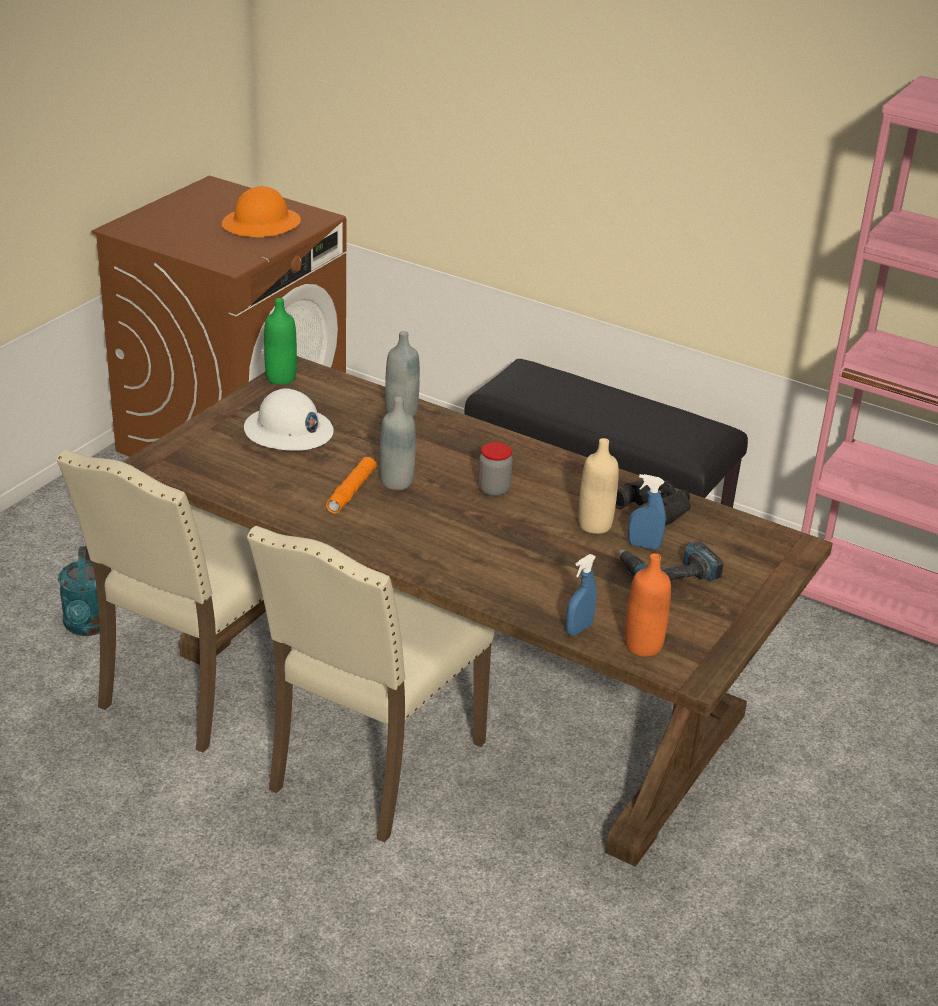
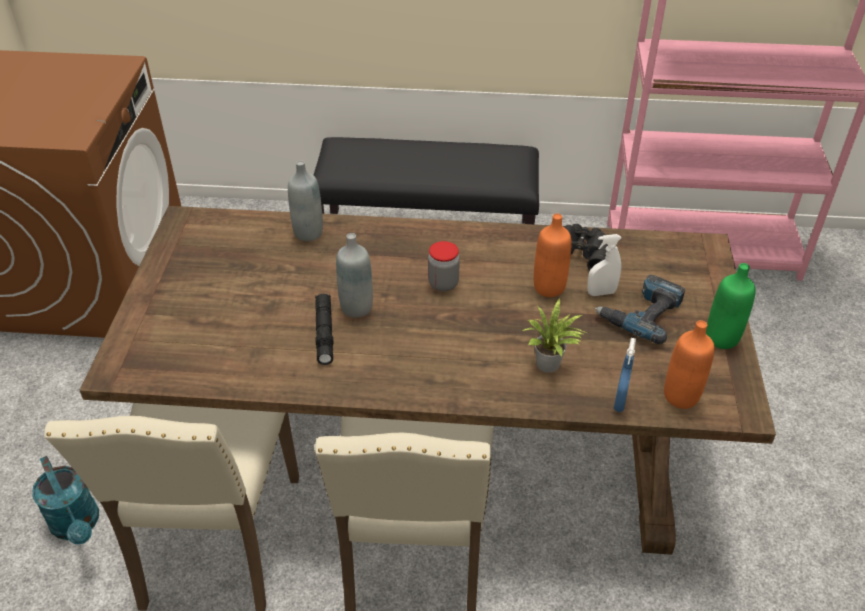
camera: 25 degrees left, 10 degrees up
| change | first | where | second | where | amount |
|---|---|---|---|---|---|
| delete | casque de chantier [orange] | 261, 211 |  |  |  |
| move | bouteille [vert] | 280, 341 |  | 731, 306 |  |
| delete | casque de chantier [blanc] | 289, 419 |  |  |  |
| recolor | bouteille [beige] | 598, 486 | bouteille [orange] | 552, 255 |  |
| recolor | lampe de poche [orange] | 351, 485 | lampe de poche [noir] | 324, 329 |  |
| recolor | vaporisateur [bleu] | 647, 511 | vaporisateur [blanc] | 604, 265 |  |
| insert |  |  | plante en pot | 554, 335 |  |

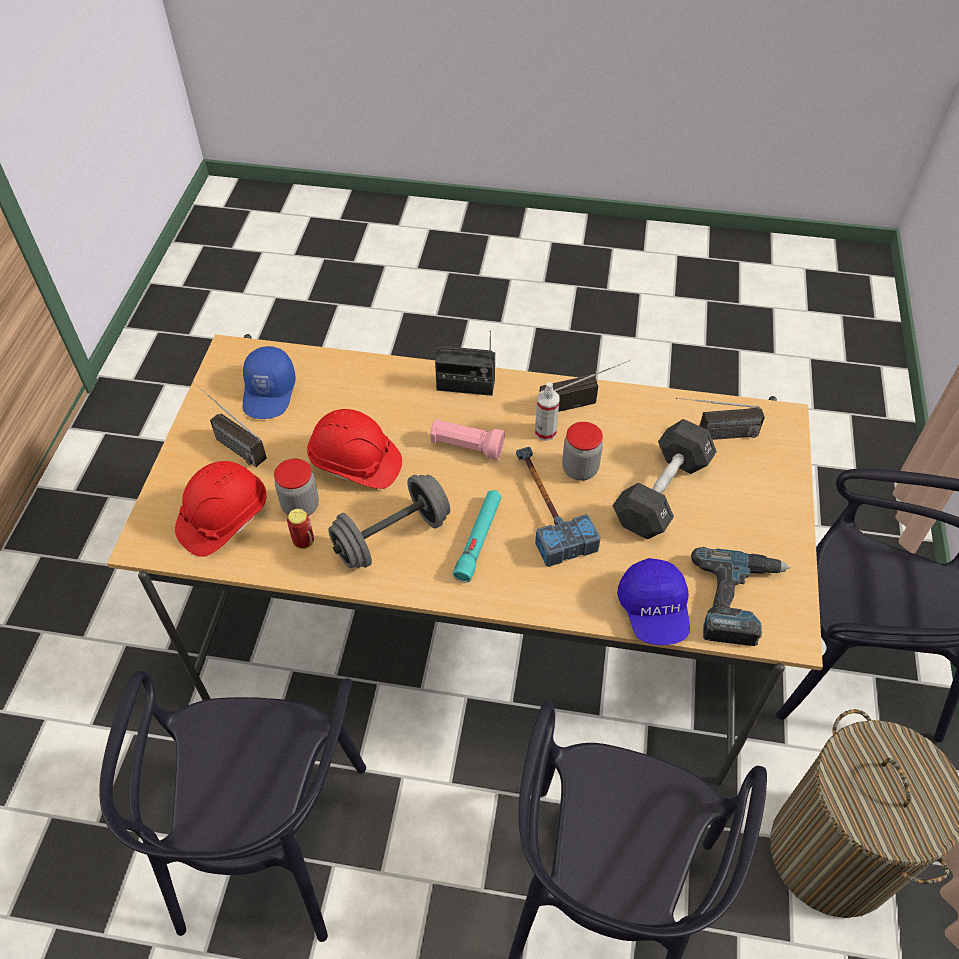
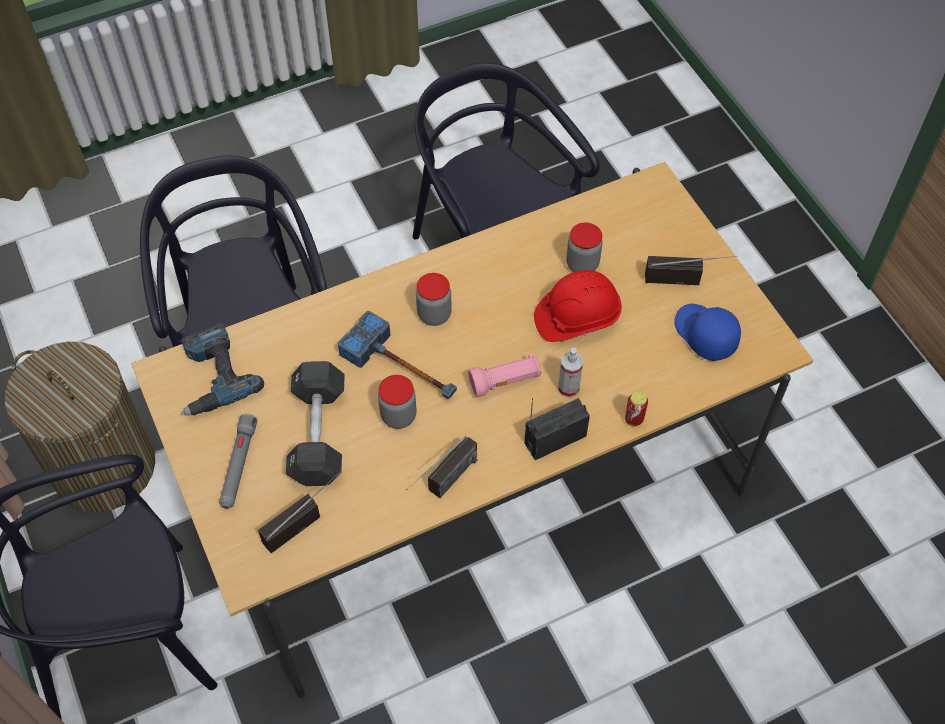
camera: 145 degrees right, 5 degrees up
| change | first | where | second | where | amount |
|---|---|---|---|---|---|
| move | vaporisateur | 547, 411 |  | 570, 372 |  |
| delete | casque de chantier [rouge] | 221, 509 |  |  |  |
| delete | haltère [gris] | 389, 521 |  |  |  |
| replace | lampe de poche [turquoise] | 477, 536 | bocal | 434, 299 |  |
| move | boîte métallique | 300, 529 |  | 636, 409 |  |
| delete | casquette [bleu] | 653, 601 |  |  |  |
| insert |  |  | lampe de poche [gris] | 238, 461 |  |

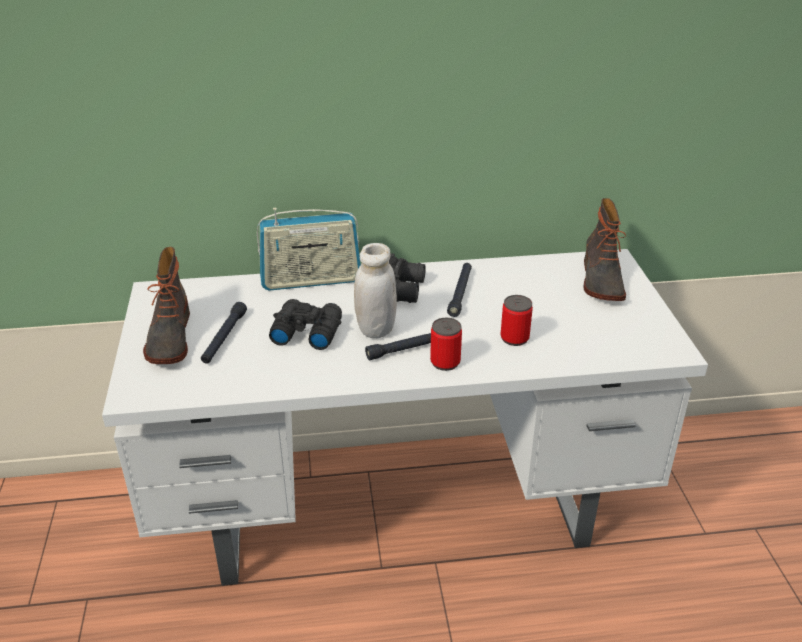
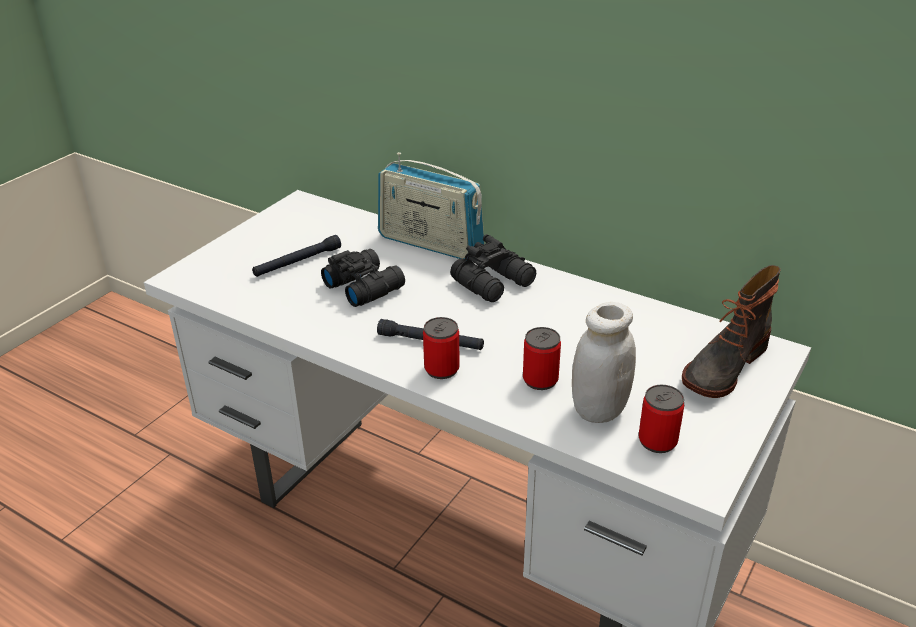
camera: 40 degrees right, 0 degrees up
| change | first | where | second | where | amount |
|---|---|---|---|---|---|
| move | bocal [blanc] | 375, 290 |  | 604, 362 |  |
| delete | botte | 166, 305 |  |  |  |
| delete | lampe de poche [noir] | 459, 290 |  |  |  |
| insert |  |  | boîte métallique | 661, 419 |  |

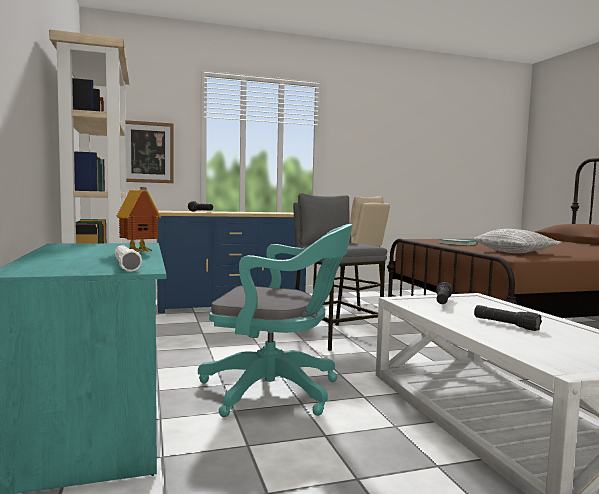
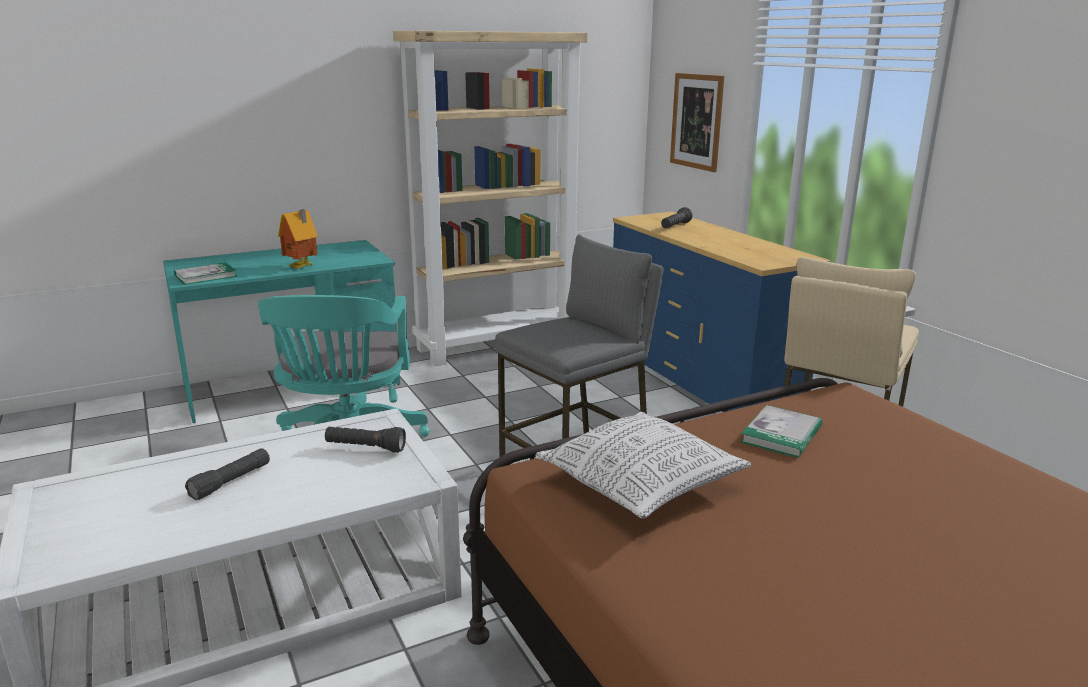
camera: 80 degrees right, 15 degrees up
| change | first | where | second | where | amount |
|---|---|---|---|---|---|
| replace | lampe de poche [blanc] | 128, 258 | livre | 205, 273 |  |

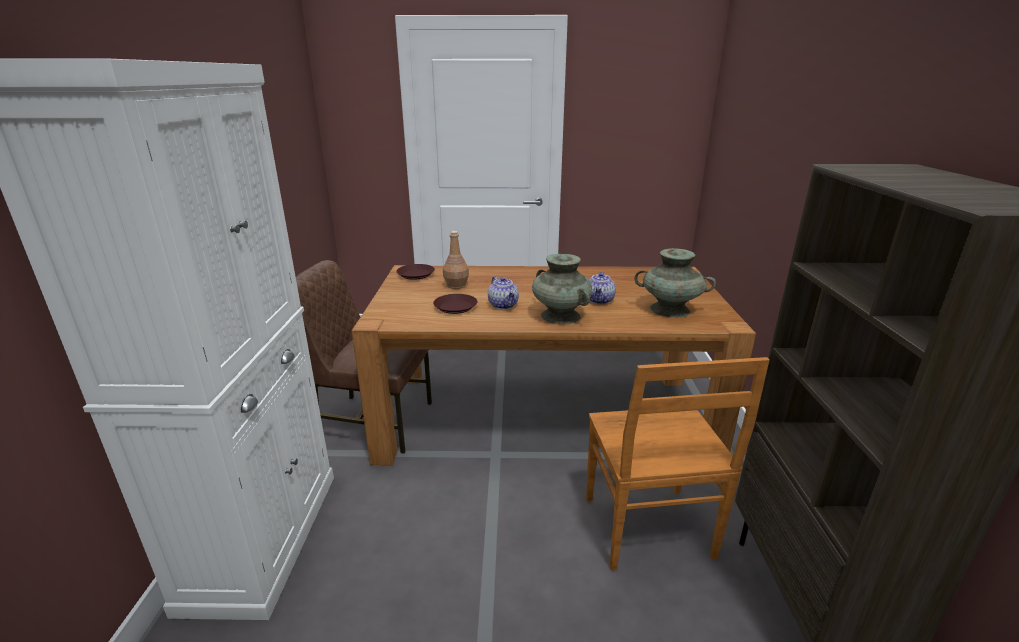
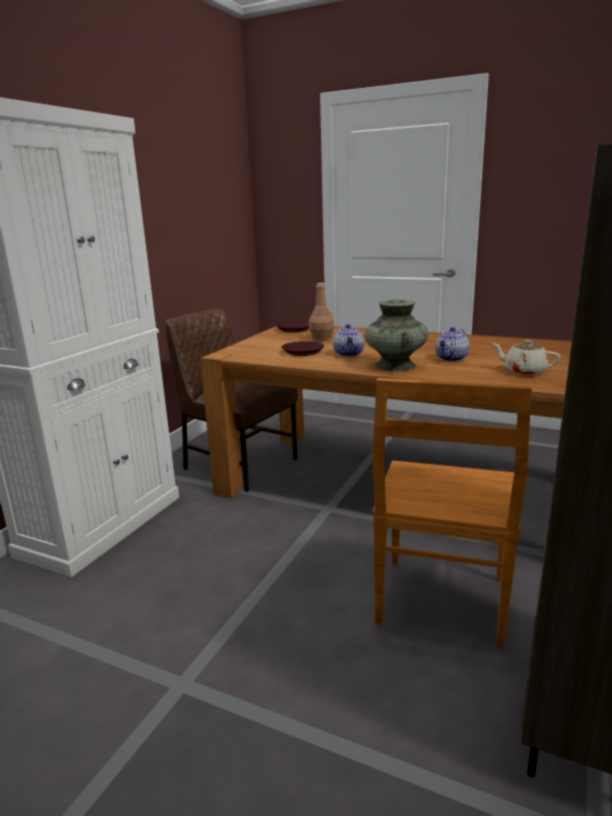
camera: 25 degrees right, 5 degrees down
| change | first | where | second | where | amount |
|---|---|---|---|---|---|
| replace | vase [turquoise] | 675, 283 | théière [beige] | 527, 357 |  |

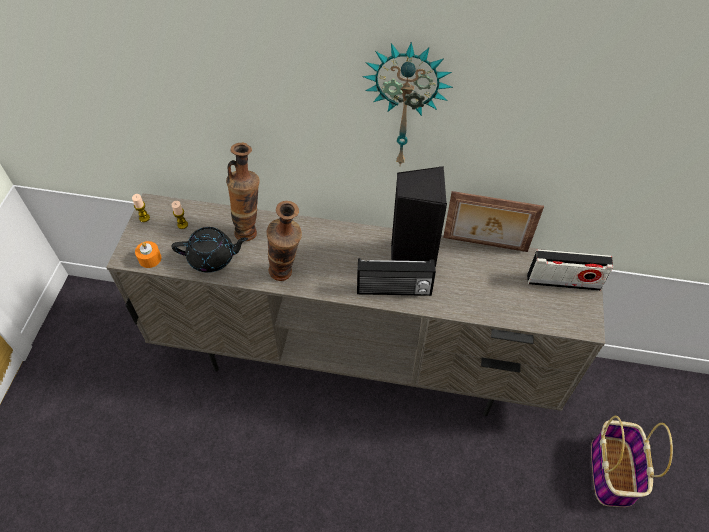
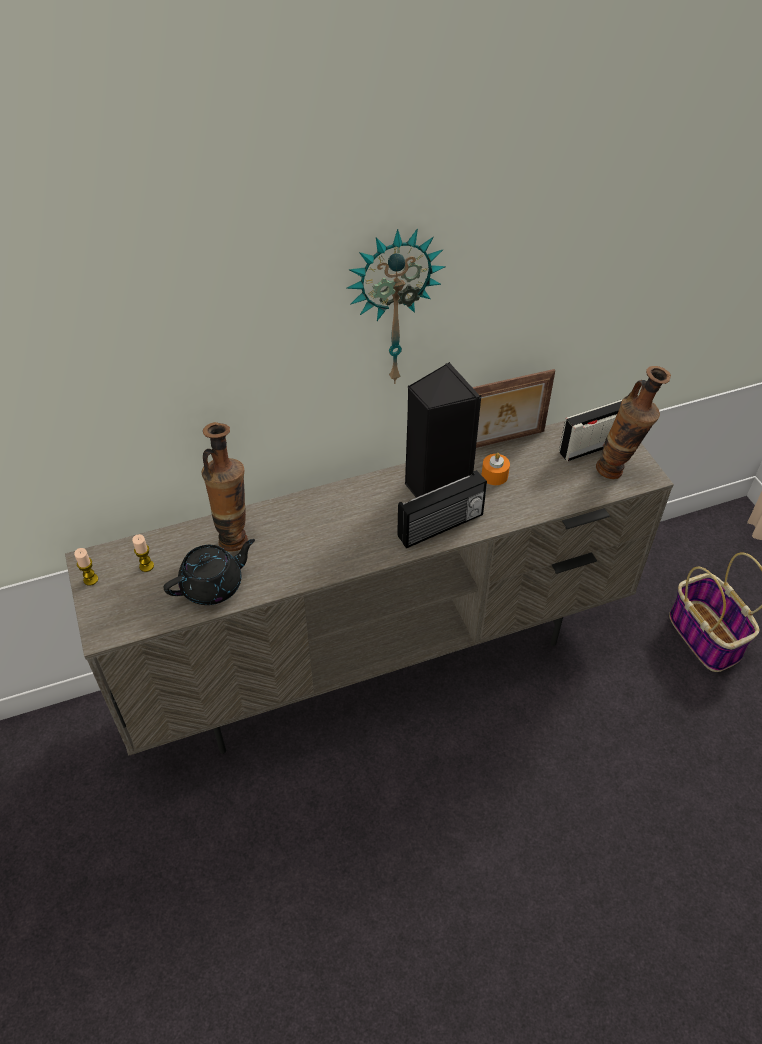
camera: 30 degrees left, 5 degrees down
| change | first | where | second | where | amount |
|---|---|---|---|---|---|
| move | vase | 284, 241 |  | 633, 422 |  |
| move | bougie [orange] | 148, 254 |  | 496, 469 |  |

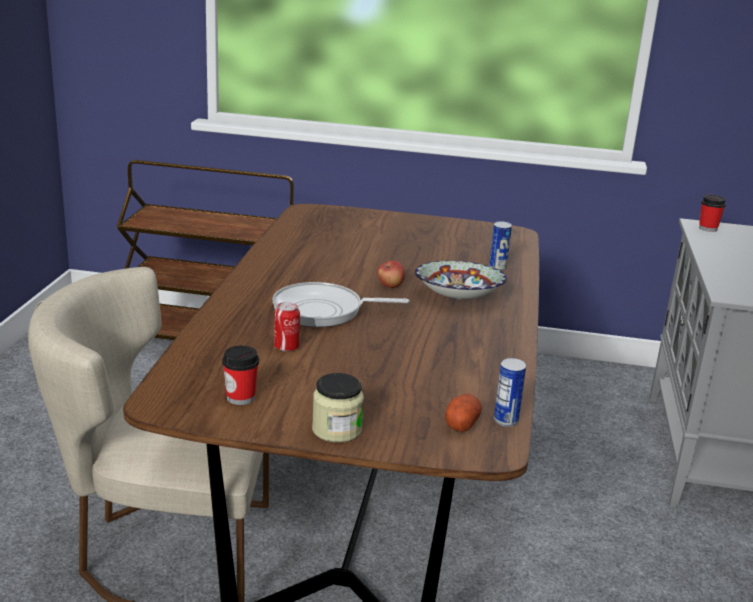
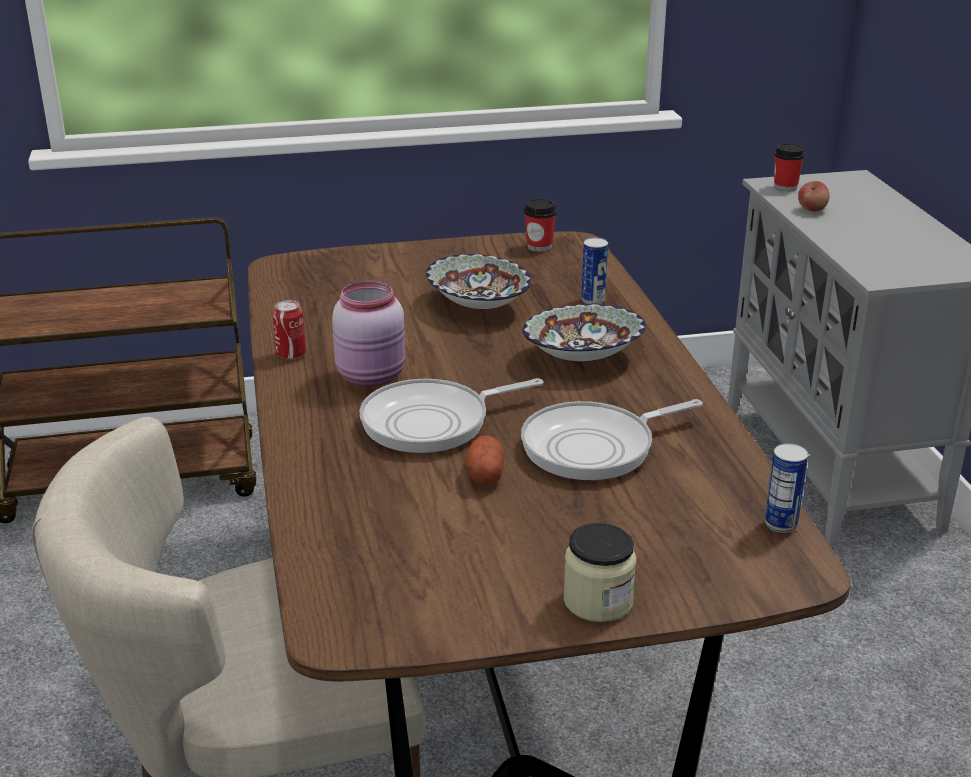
camera: 20 degrees left, 5 degrees up
| change | first | where | second | where | amount |
|---|---|---|---|---|---|
| move | pomme | 391, 274 |  | 814, 196 |  |
| move | boîte métallique | 287, 327 |  | 289, 330 |  |
| move | tasse | 240, 375 |  | 540, 225 |  |
| move | pomme de terre | 463, 413 |  | 485, 460 |  |
| insert |  |  | bol | 478, 281 |  |
| insert |  |  | bocal [rose] | 368, 334 |  |
| insert |  |  | poêle | 612, 440 |  |

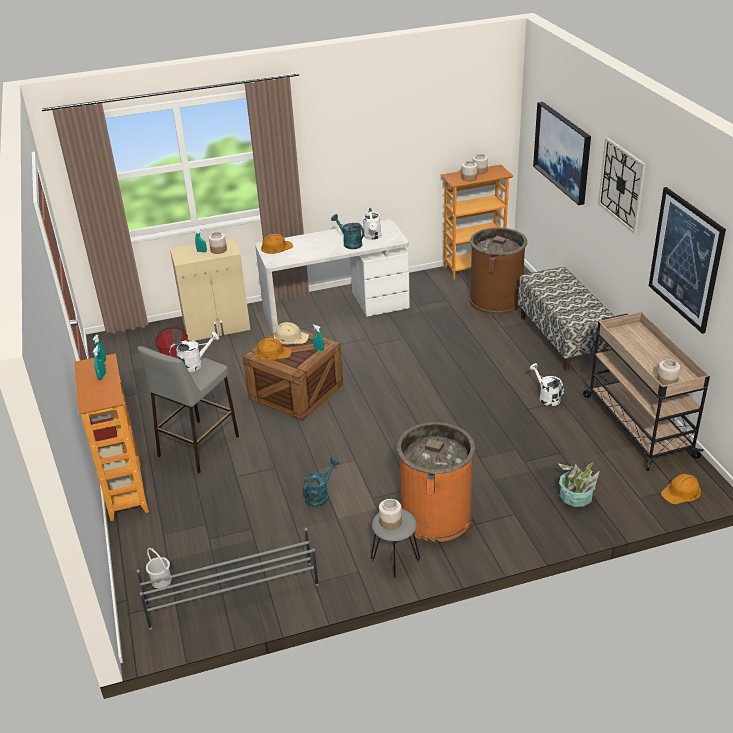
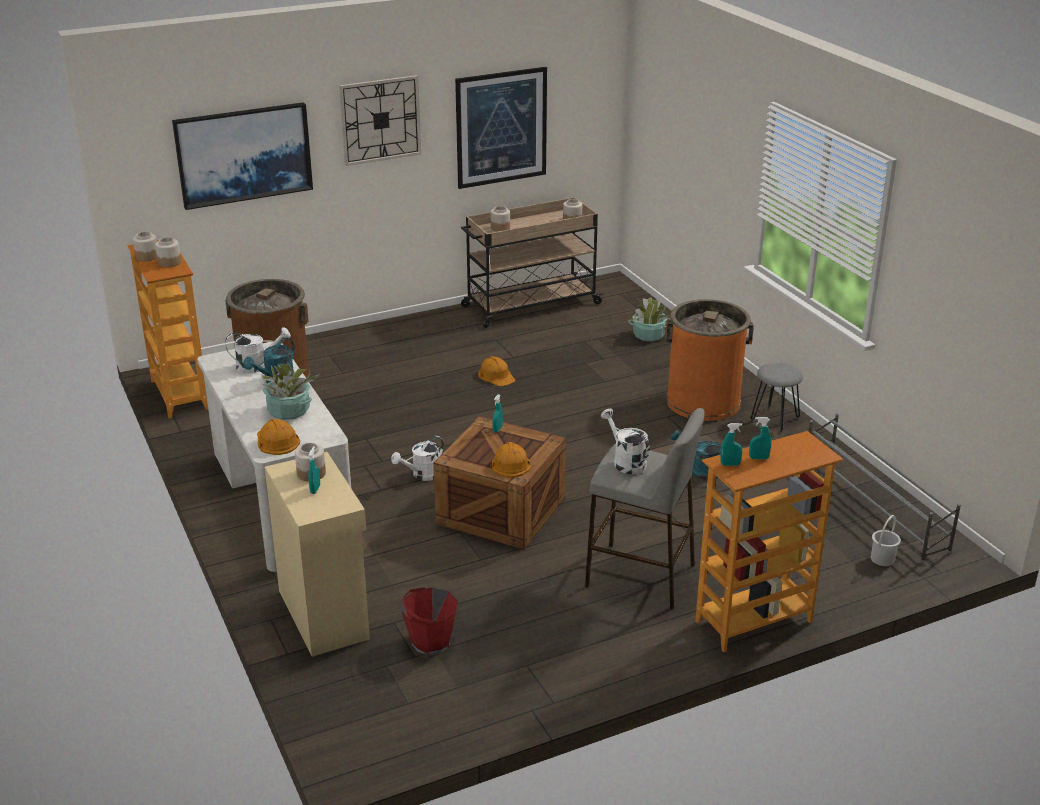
camera: 100 degrees left, 5 degrees down
| change | first | where | second | where | amount |
|---|---|---|---|---|---|
| delete | banc | 566, 318 |  |  |  |
| delete | casque de chantier [beige] | 291, 333 |  |  |  |
| move | arrosoir [blanc] | 547, 384 |  | 417, 458 |  |
| move | casque de chantier [orange] | 681, 489 |  | 496, 371 |  |
| move | bocal | 390, 514 |  | 500, 219 |  |
| insert |  |  | plante en pot | 290, 391 |  |

